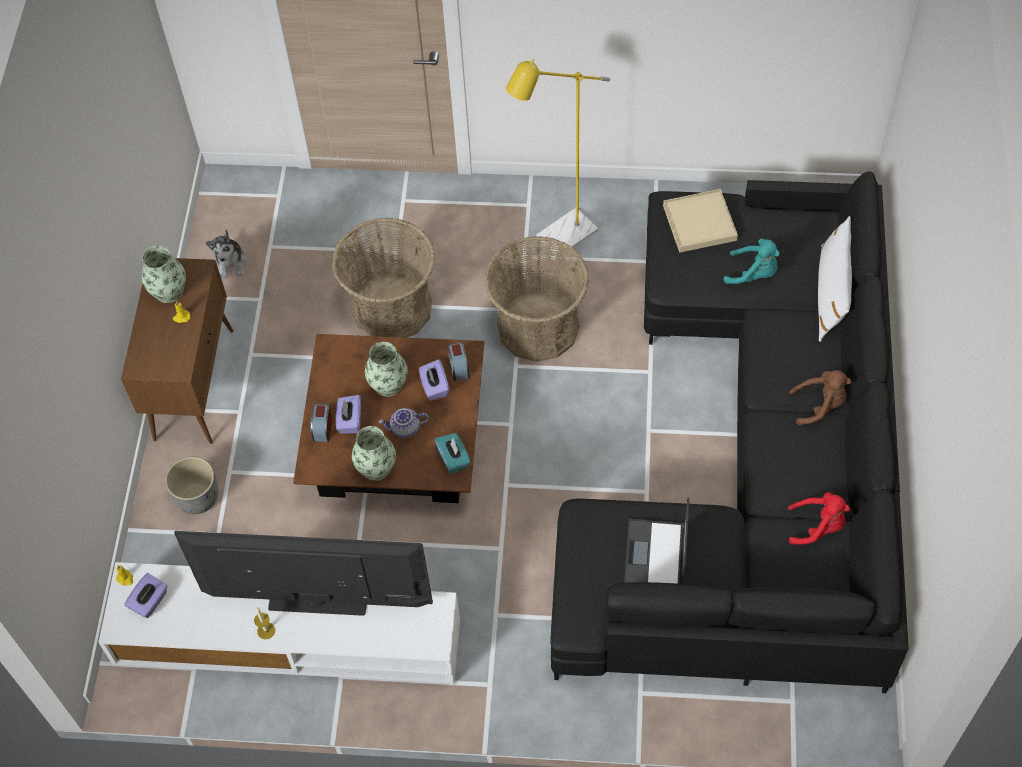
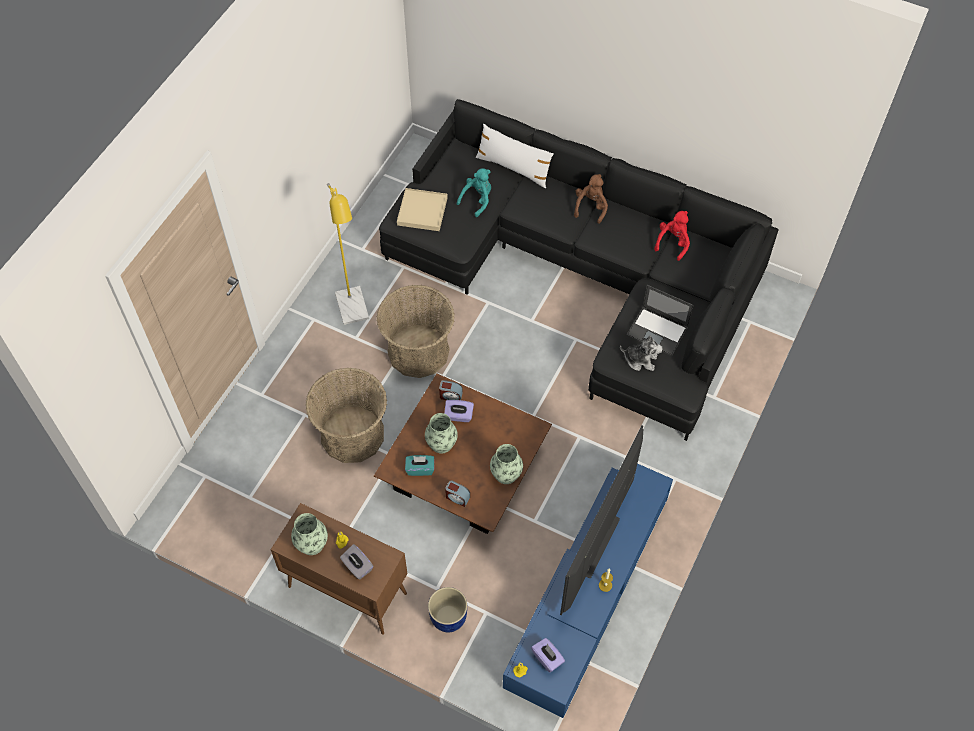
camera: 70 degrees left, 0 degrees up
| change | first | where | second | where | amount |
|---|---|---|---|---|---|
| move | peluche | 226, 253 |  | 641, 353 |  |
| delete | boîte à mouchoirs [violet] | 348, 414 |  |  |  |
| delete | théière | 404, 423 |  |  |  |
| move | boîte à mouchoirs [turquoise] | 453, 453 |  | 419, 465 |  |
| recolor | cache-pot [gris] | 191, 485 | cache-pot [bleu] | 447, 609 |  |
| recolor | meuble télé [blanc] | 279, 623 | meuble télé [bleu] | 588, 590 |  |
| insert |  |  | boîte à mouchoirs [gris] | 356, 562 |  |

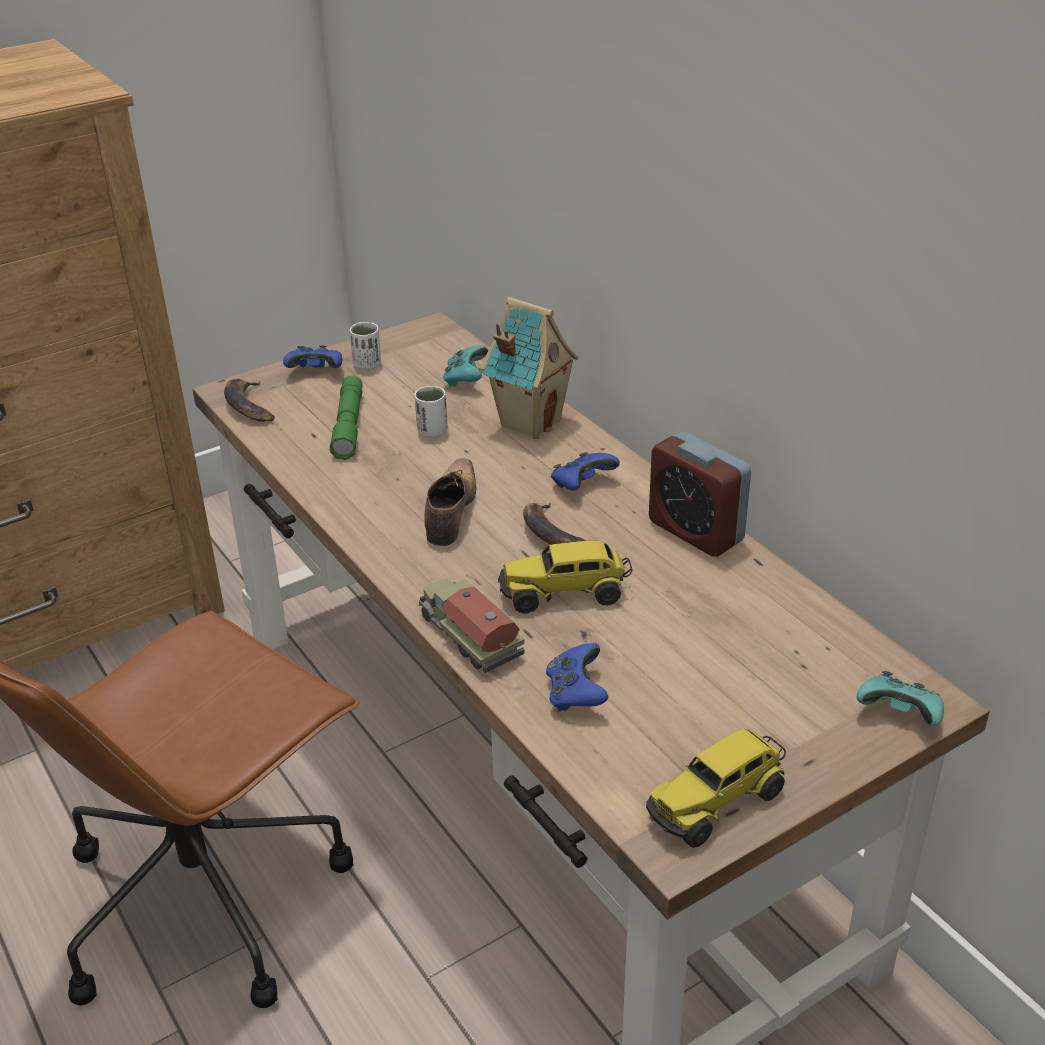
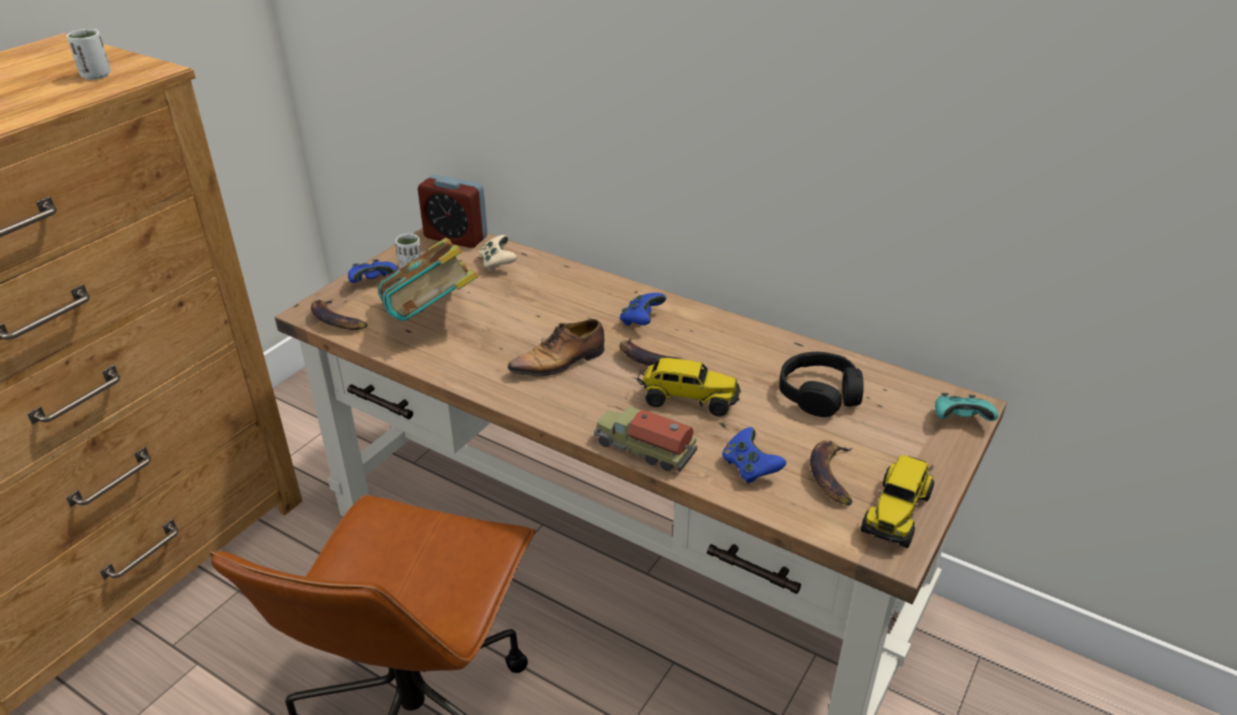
camera: 25 degrees left, 0 degrees up
| change | first | where | second | where | amount |
|---|---|---|---|---|---|
| delete | maison miniature | 530, 368 |  |  |  |
| recolor | manette [turquoise] | 465, 366 | manette [beige] | 498, 253 |  |
| replace | lampe de poche [vert] | 346, 418 | livre | 428, 279 |  |
| move | tasse [blanc] | 431, 412 |  | 89, 54 |  |
| move | réveil | 700, 494 |  | 452, 211 |  |
| rotate | chaussure | 450, 502 |  | 556, 347 | 105 degrees counterclockwise |
| rotate | camion jouet | 565, 577 |  | 689, 387 | 135 degrees counterclockwise |
| insert |  |  | casque audio [noir] | 822, 384 |  |
| insert |  |  | banane | 831, 473 |  |

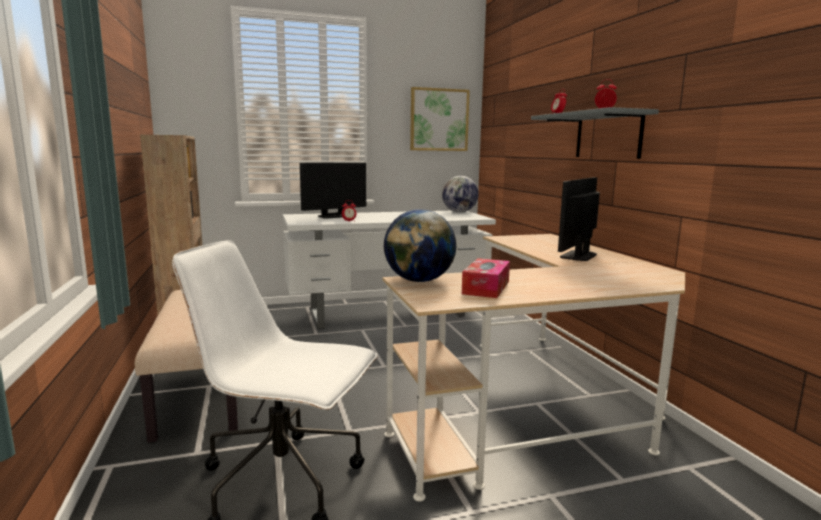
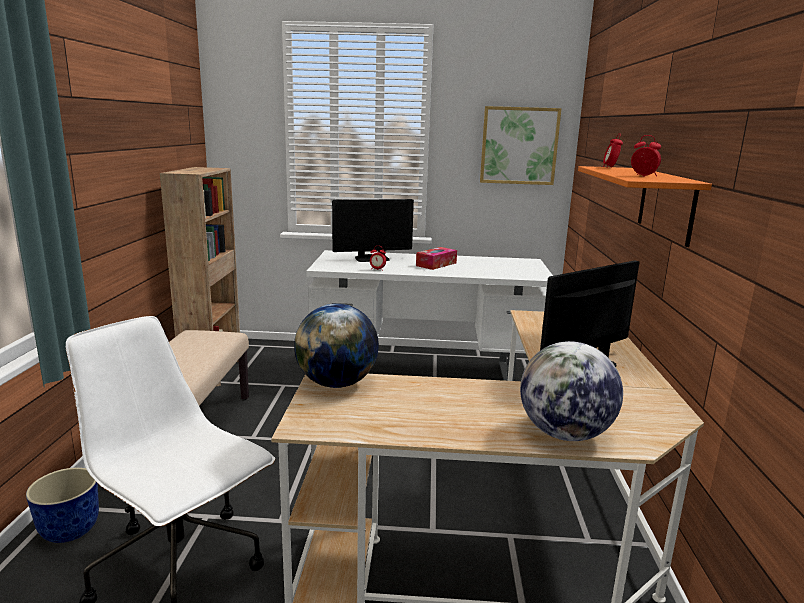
camera: 20 degrees right, 5 degrees up
| change | first | where | second | where | amount |
|---|---|---|---|---|---|
| recolor | étagère [gris] | 595, 133 | étagère [orange] | 645, 206 |  |
| move | globe | 460, 194 |  | 571, 391 |  |
| move | boîte à mouchoirs | 486, 278 |  | 436, 258 |  |
| insert |  |  | cache-pot | 62, 505 |  |

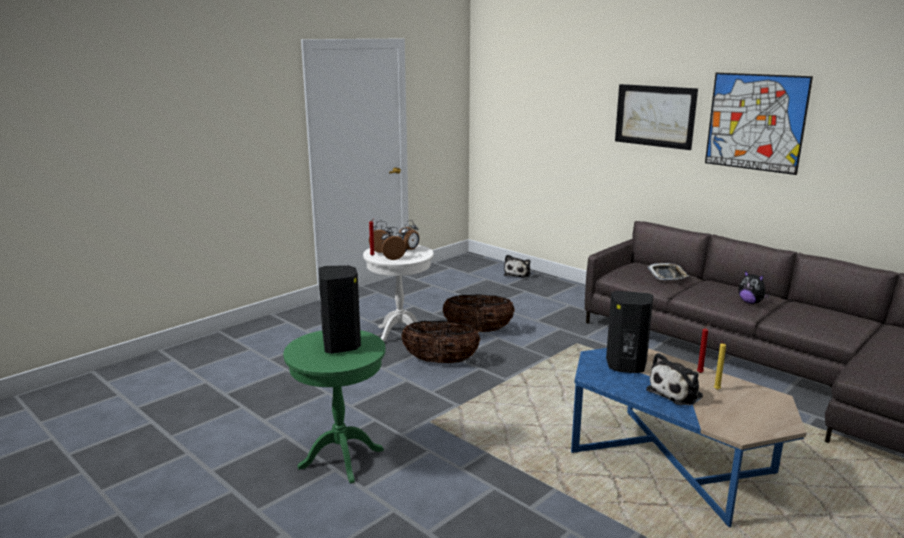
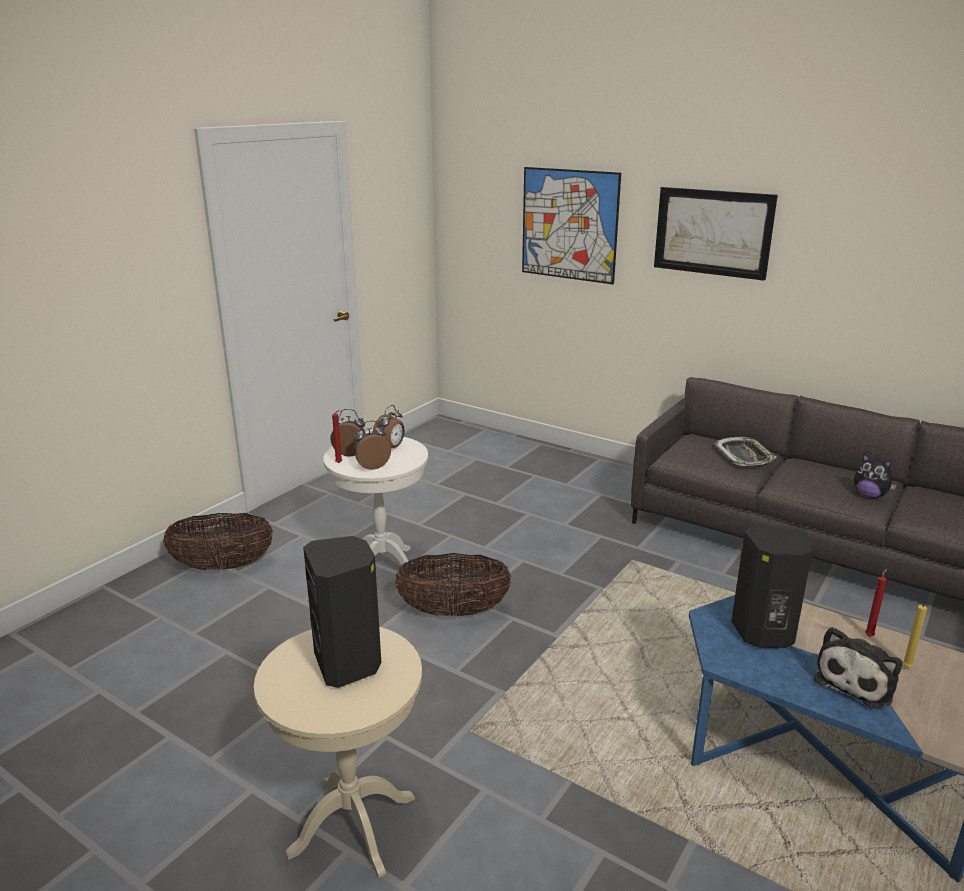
camera: 10 degrees left, 5 degrees up
| change | first | where | second | where | amount |
|---|---|---|---|---|---|
| move | tableau | 759, 124 |  | 571, 225 |  |
| delete | peluche | 517, 266 |  |  |  |
| move | panier | 479, 313 |  | 218, 541 |  |
| recolor | table d'appoint [vert] | 334, 406 | table d'appoint [beige] | 338, 752 |  |

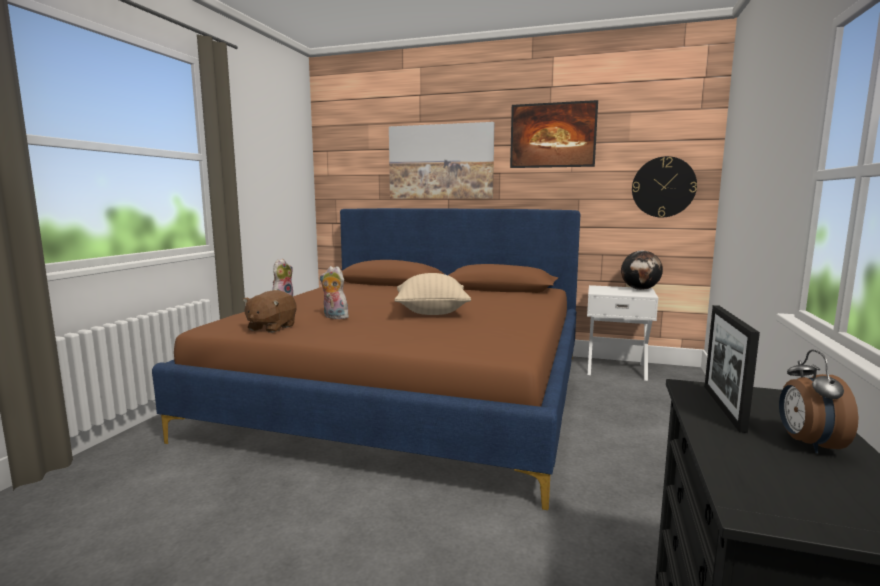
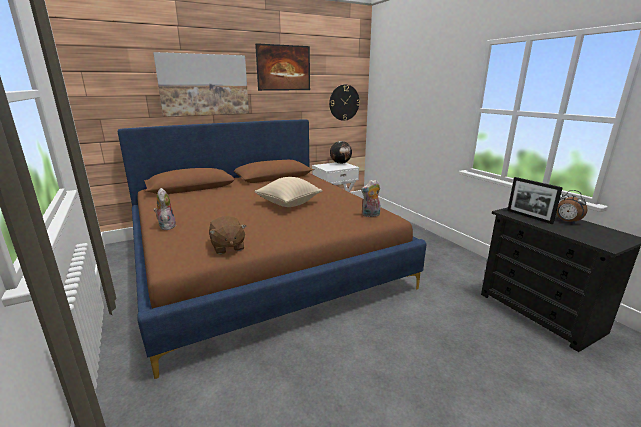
camera: 45 degrees left, 10 degrees up
| change | first | where | second | where | amount |
|---|---|---|---|---|---|
| move | peluche | 334, 292 |  | 370, 198 |  |

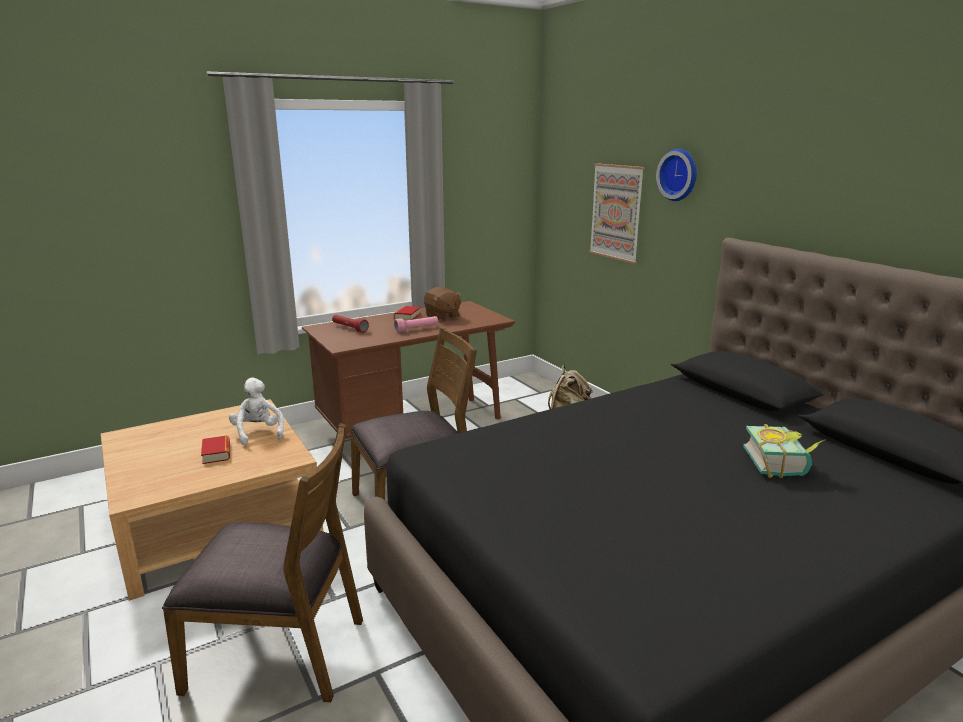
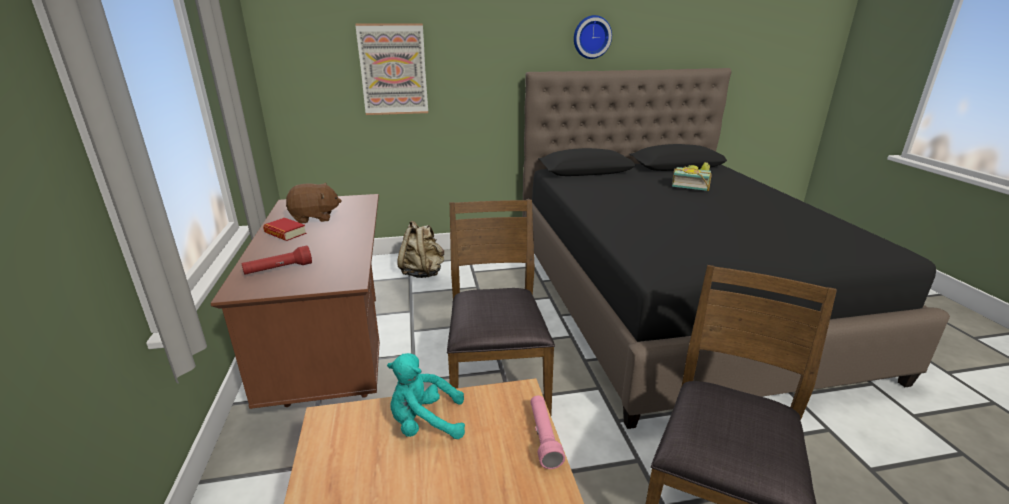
camera: 70 degrees left, 5 degrees up
| change | first | where | second | where | amount |
|---|---|---|---|---|---|
| move | horloge murale | 676, 174 |  | 593, 37 |  |
| move | lampe de poche [rose] | 416, 324 |  | 547, 432 |  |
| recolor | peluche [blanc] | 256, 411 | peluche [turquoise] | 426, 396 |  |
| delete | livre | 215, 450 |  |  |  |

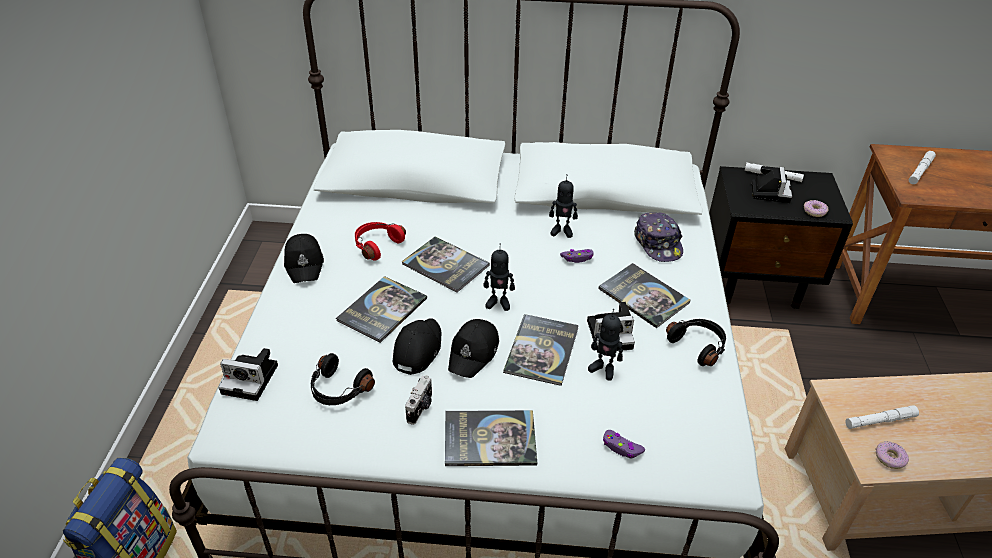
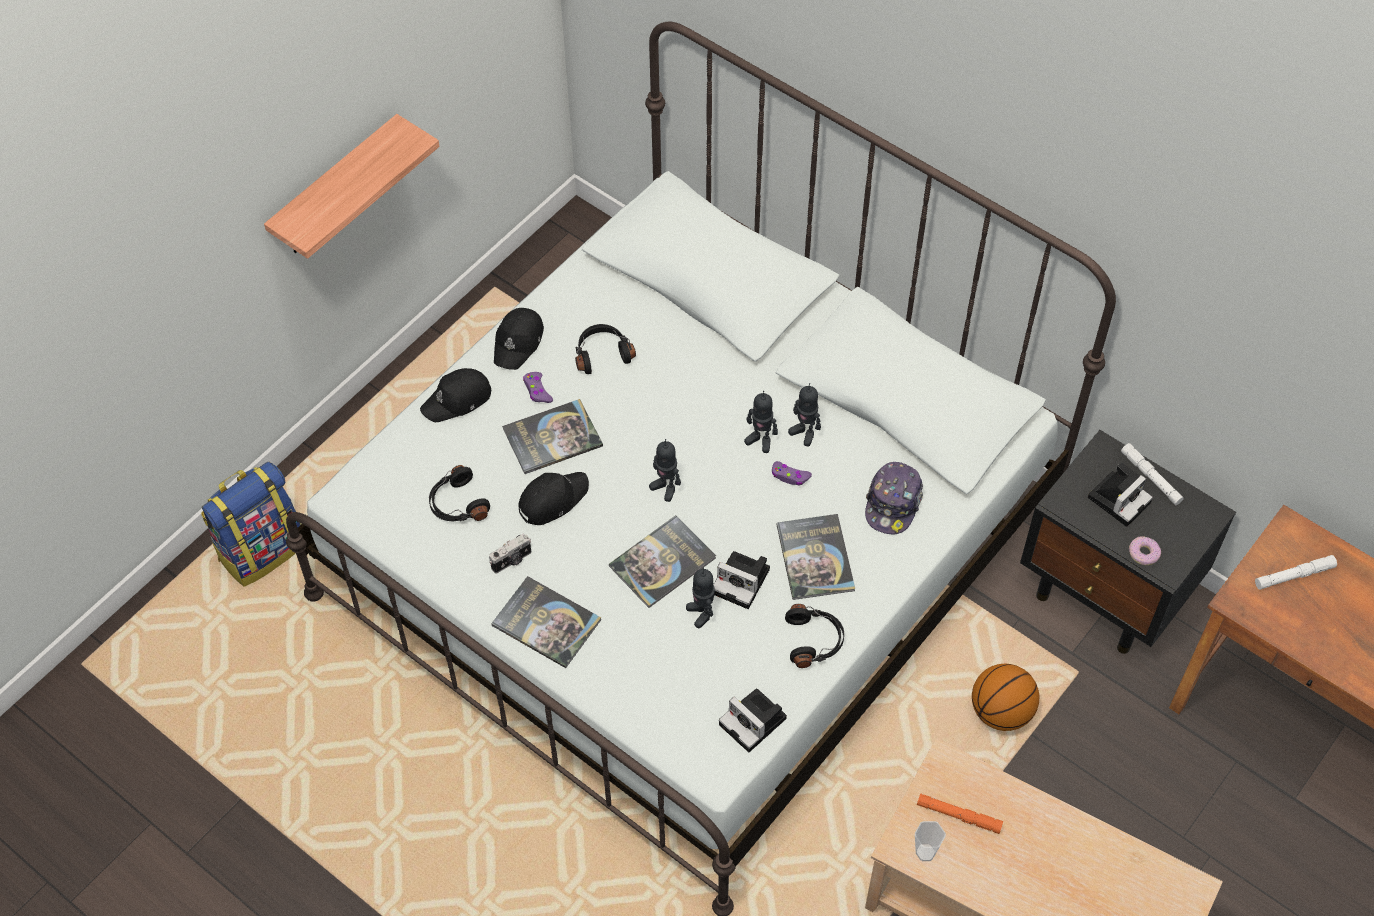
camera: 35 degrees right, 15 degrees up
| change | first | where | second | where | amount |
|---|---|---|---|---|---|
| recolor | casque audio [rouge] | 380, 241 | casque audio [noir] | 605, 349 |  |
| delete | livre | 446, 265 |  |  |  |
| move | casquette [noir] | 473, 348 |  | 455, 395 |  |
| move | appareil photo | 248, 374 |  | 753, 720 |  |
| recolor | lampe de poche [blanc] | 882, 417 | lampe de poche [orange] | 960, 813 |  |
| move | manette [violet] | 624, 444 |  | 538, 387 |  |
| replace | beignet | 892, 455 | tasse | 930, 841 |  |
| insert |  |  | étagère | 352, 186 |  |
| insert |  |  | robot jouet | 761, 422 |  |
| insert |  |  | ballon de basket | 1006, 697 |  |

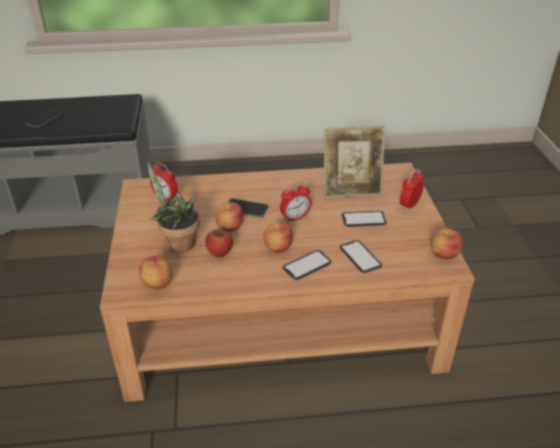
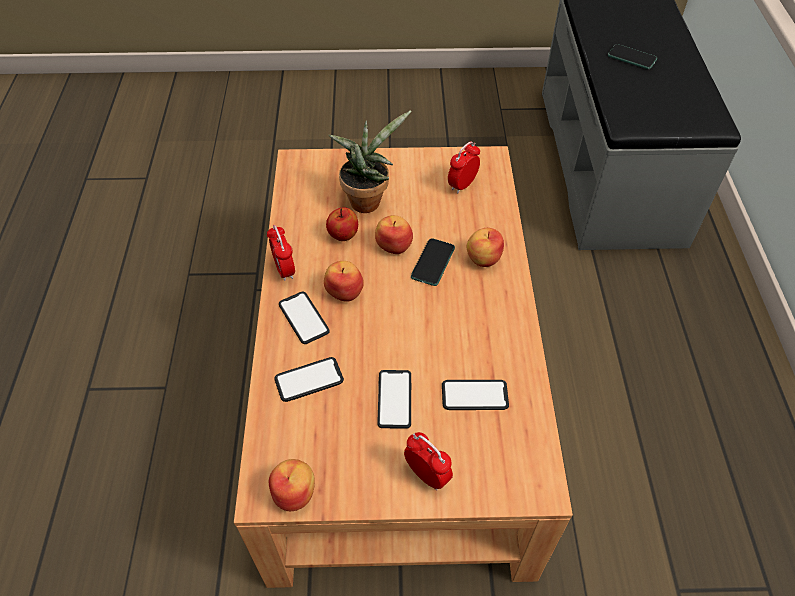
camera: 95 degrees right, 15 degrees up
| change | first | where | second | where | amount |
|---|---|---|---|---|---|
| replace | cadre photo | 354, 162 | téléphone | 475, 395 |  |
| move | réveil | 295, 202 |  | 281, 253 |  |
| move | pomme | 155, 272 |  | 485, 247 |  |

